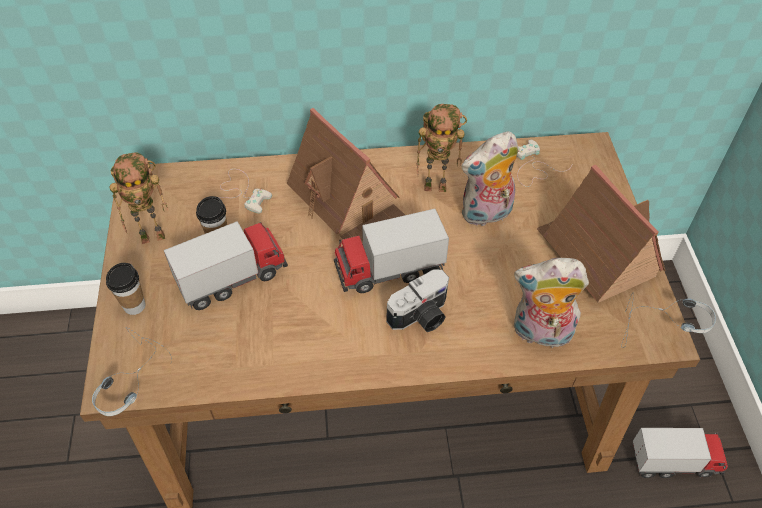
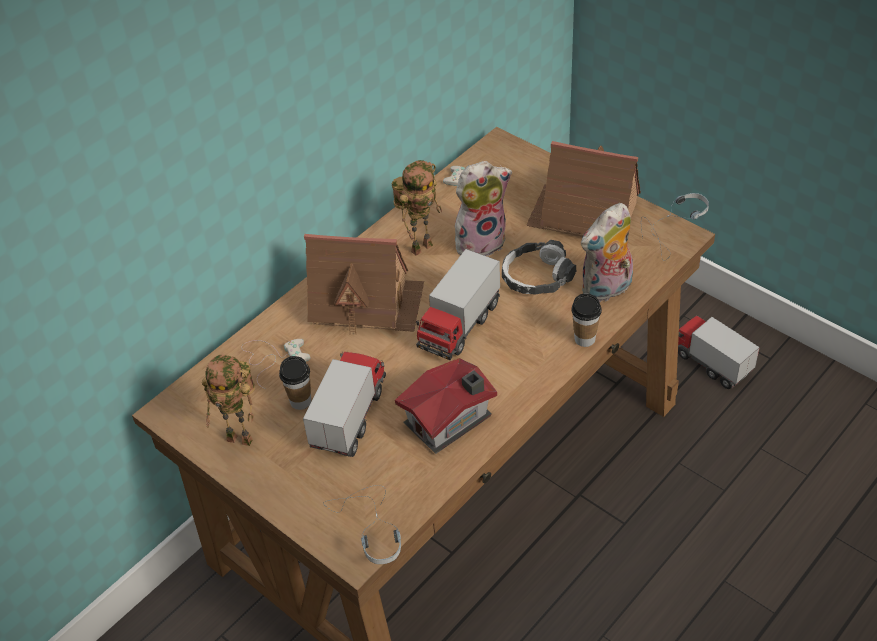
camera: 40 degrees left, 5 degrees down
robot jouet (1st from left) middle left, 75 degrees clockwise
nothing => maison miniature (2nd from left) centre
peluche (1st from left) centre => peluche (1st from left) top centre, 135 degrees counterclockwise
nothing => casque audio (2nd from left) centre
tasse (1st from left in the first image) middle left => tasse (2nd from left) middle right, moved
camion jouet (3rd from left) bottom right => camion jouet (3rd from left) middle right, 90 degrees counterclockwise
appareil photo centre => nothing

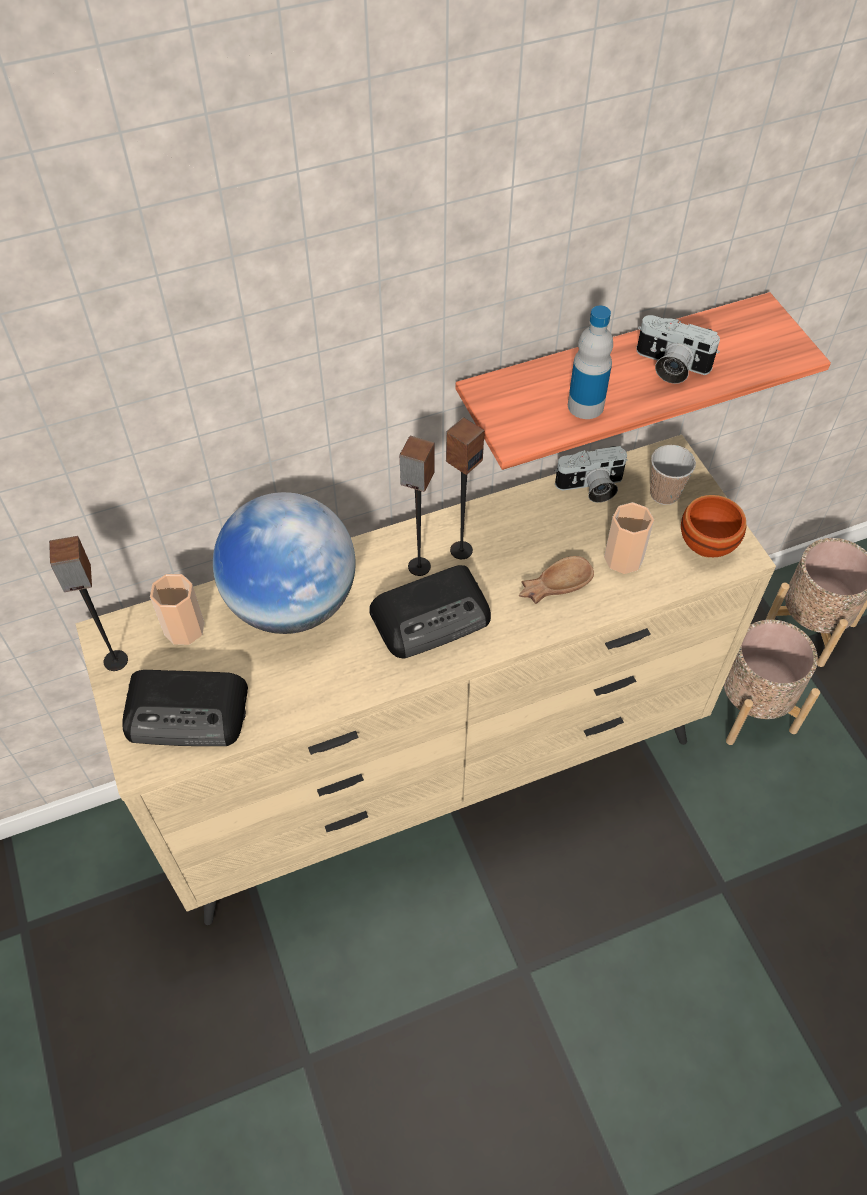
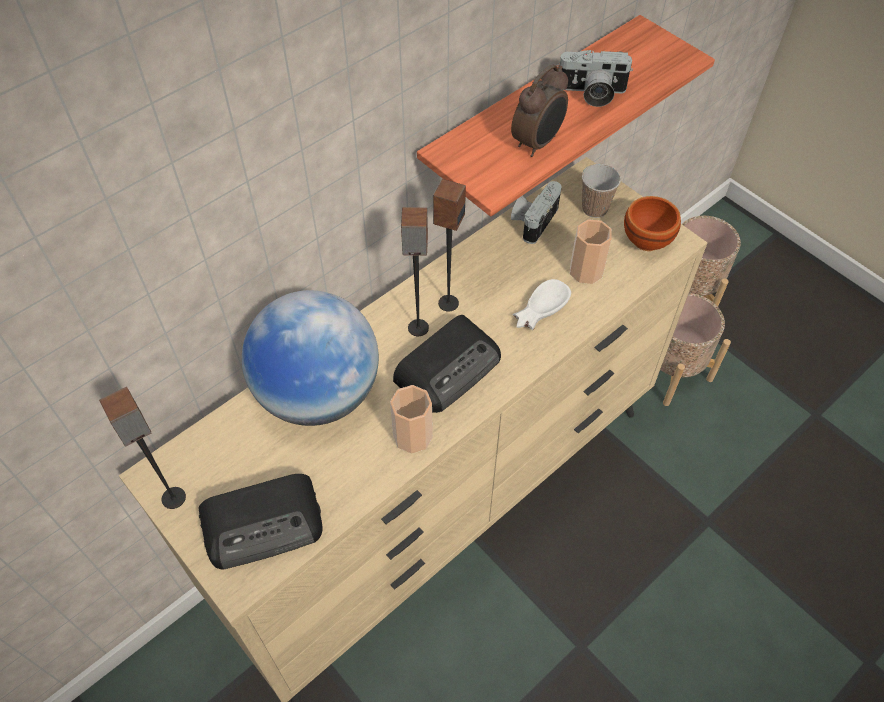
camera: 20 degrees left, 0 degrees up
tasse (1st from left) middle left => tasse (1st from left) centre, moved
bouteille top right => réveil top centre
appareil photo (1st from left) middle right => appareil photo (1st from left) top centre, 150 degrees clockwise
bol/marron (1st from left) centre => bol/blanc centre

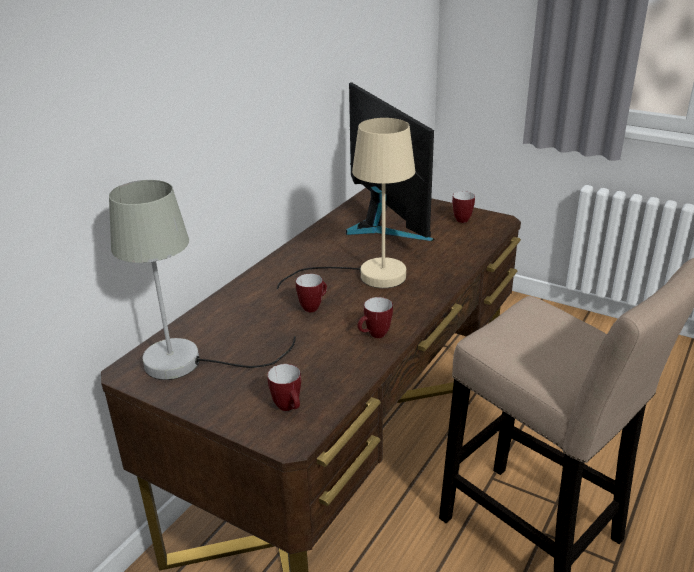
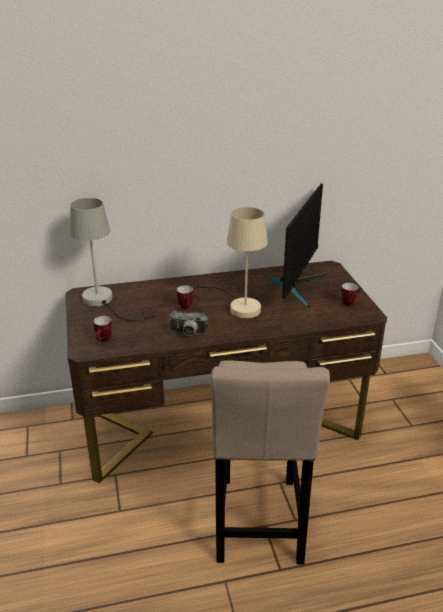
camera: 45 degrees right, 0 degrees up
mug (3rd from left) centre => appareil photo centre

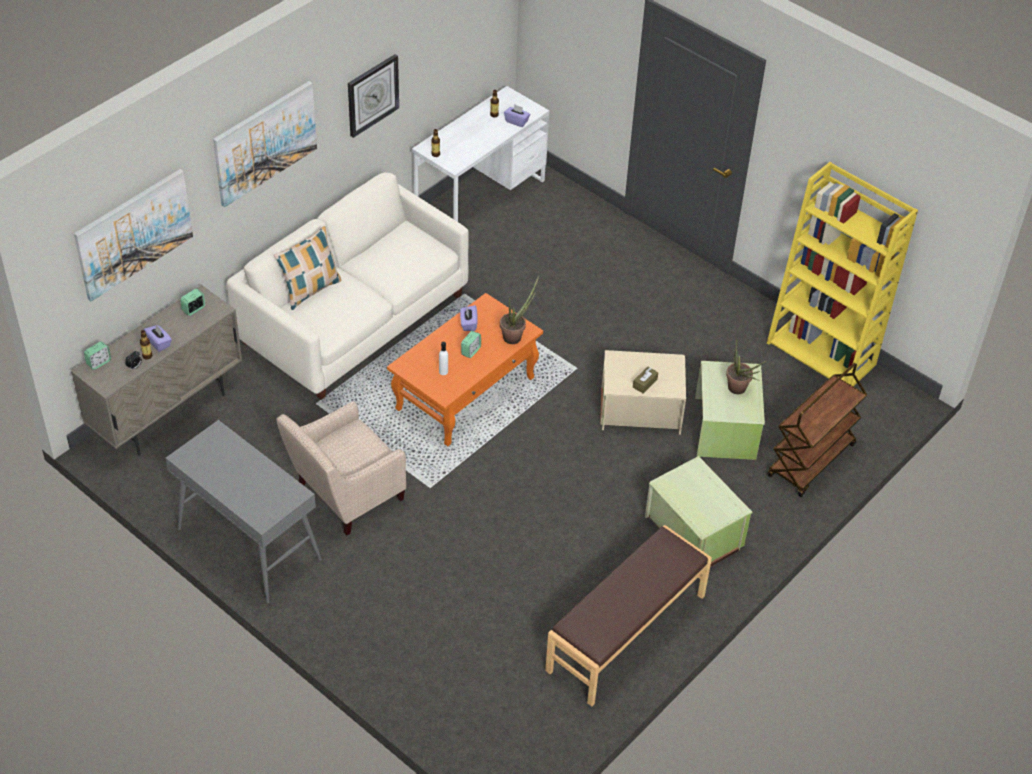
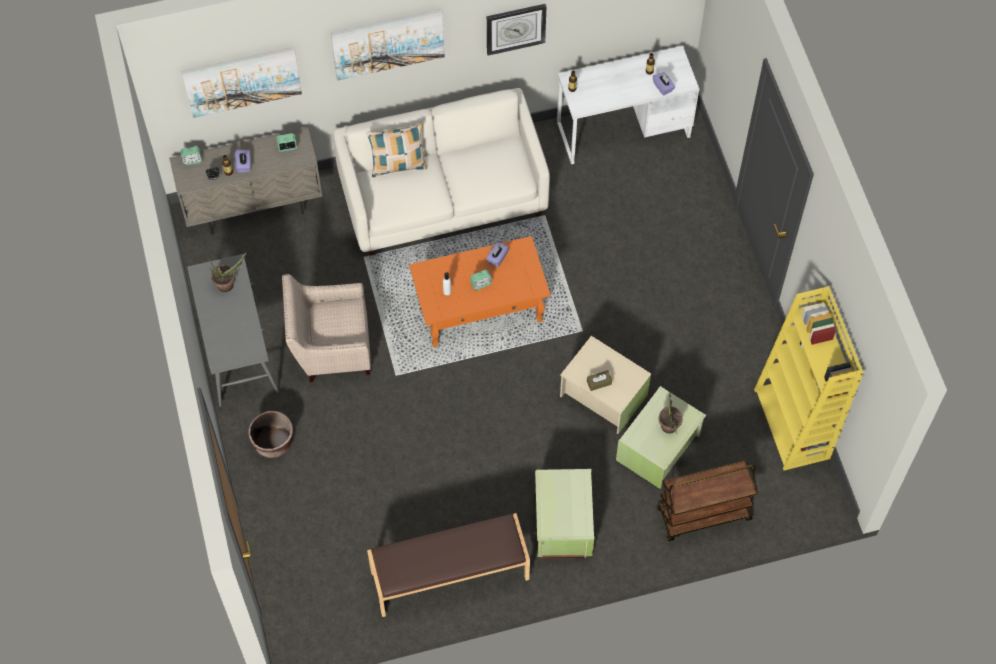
camera: 35 degrees right, 15 degrees up
plante en pot (1st from left) centre => plante en pot (1st from left) middle left, moved
nothing => cache-pot/marron middle left

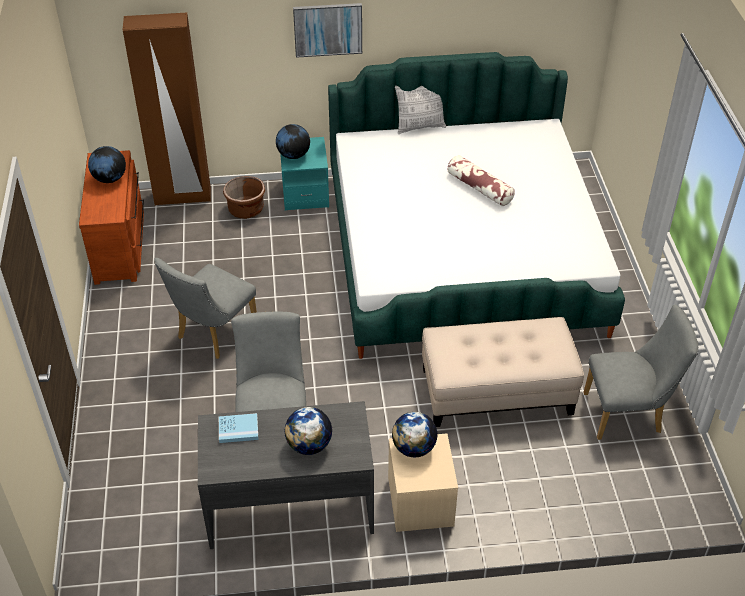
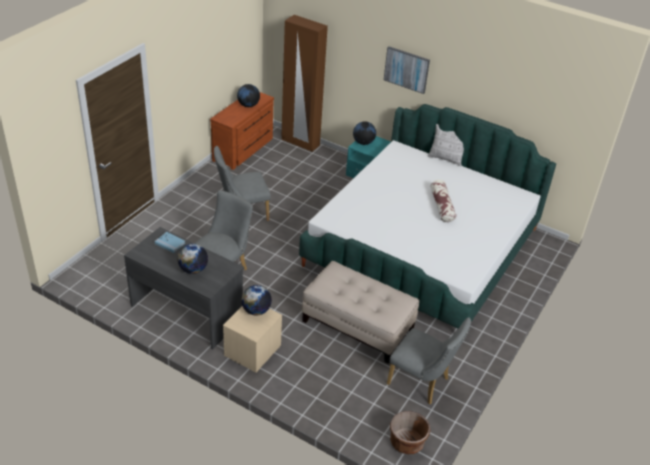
camera: 35 degrees right, 5 degrees down
cache-pot/marron top left => cache-pot/marron bottom centre, moved

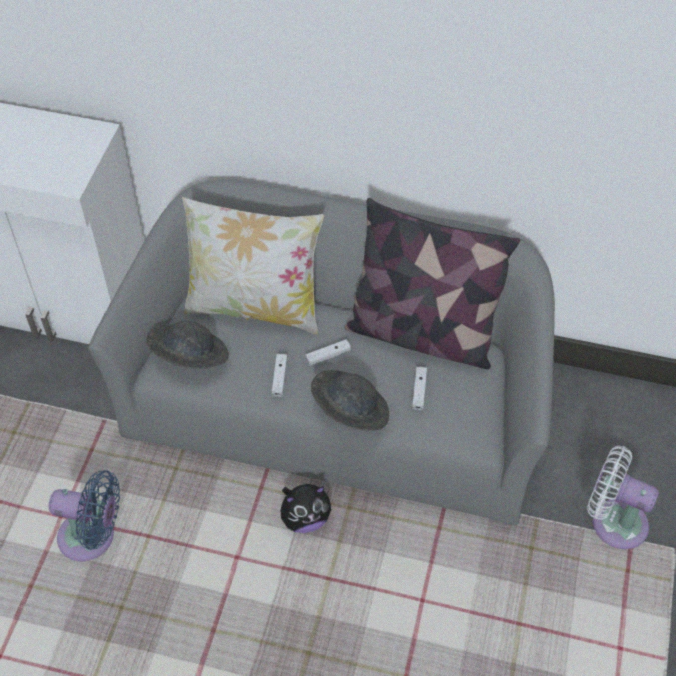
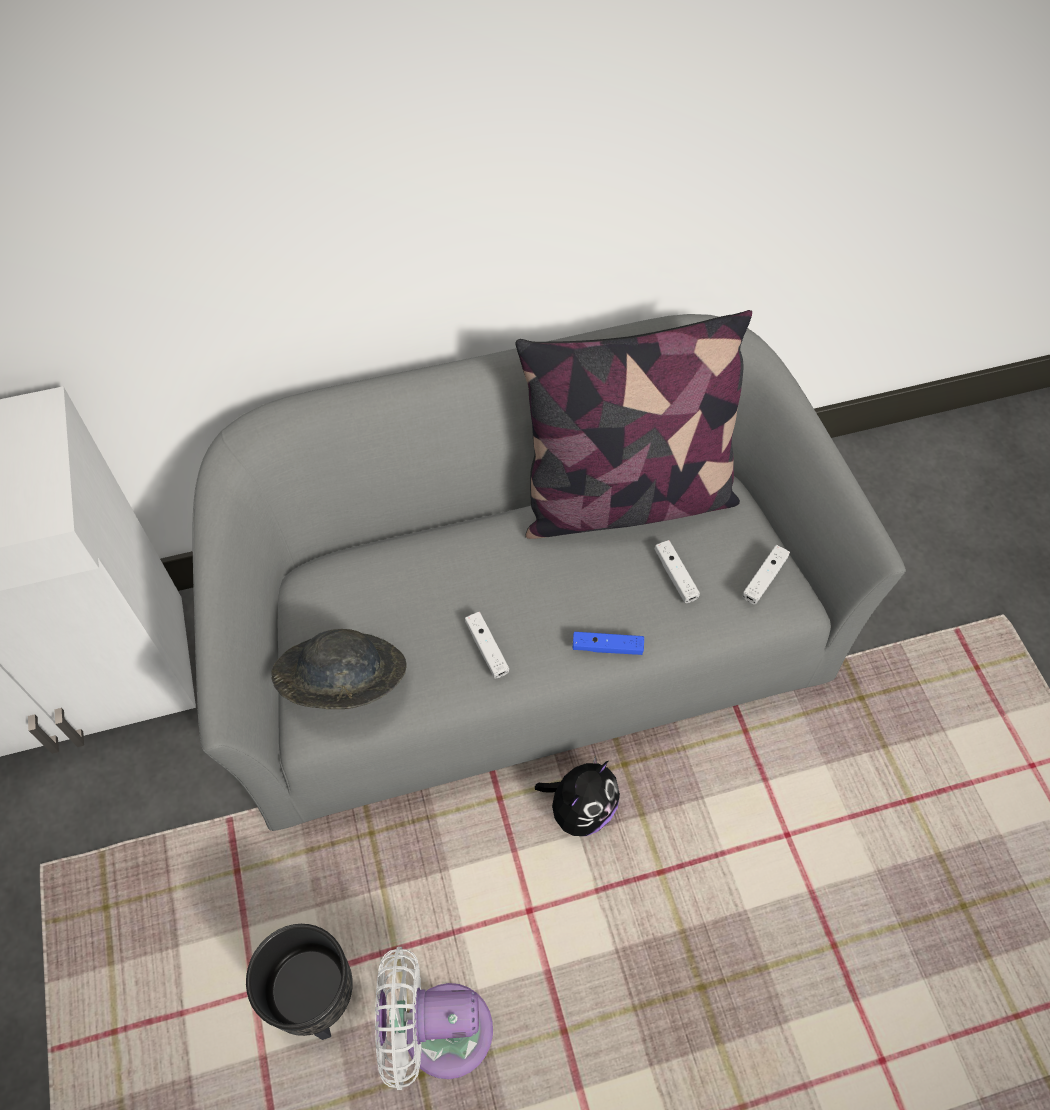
camera: 30 degrees left, 5 degrees up
ventilateur/bleu bottom left => cache-pot/noir bottom left
ventilateur/blanc bottom right => ventilateur/blanc bottom centre, moved
chapeau/gris (2nd from left) centre => manette/bleu centre
manette/blanc (2nd from left in the first image) centre => manette/blanc (3rd from left) middle right, moved
coussin (1st from left) centre => nothing

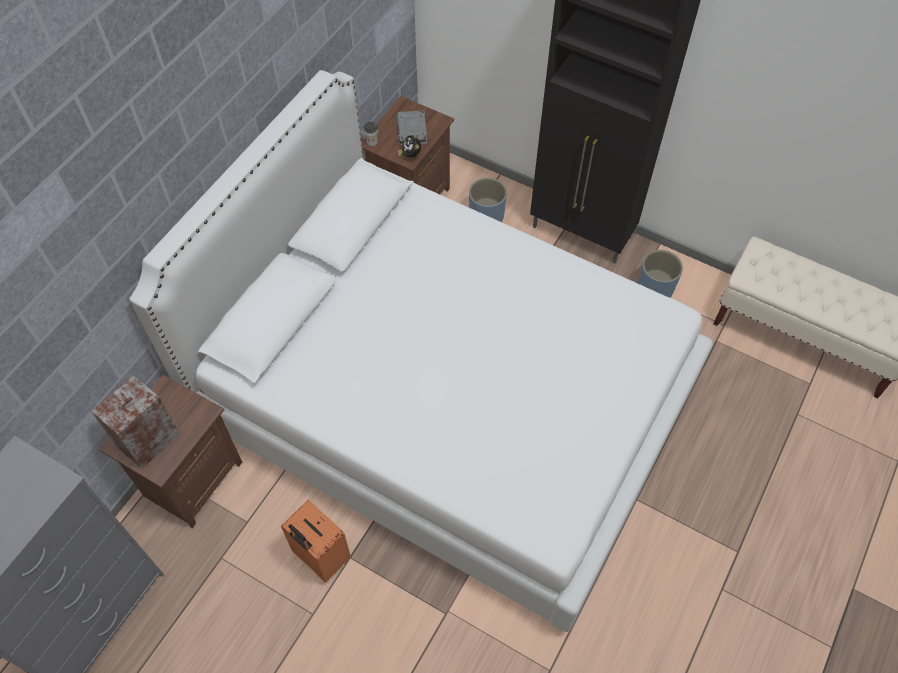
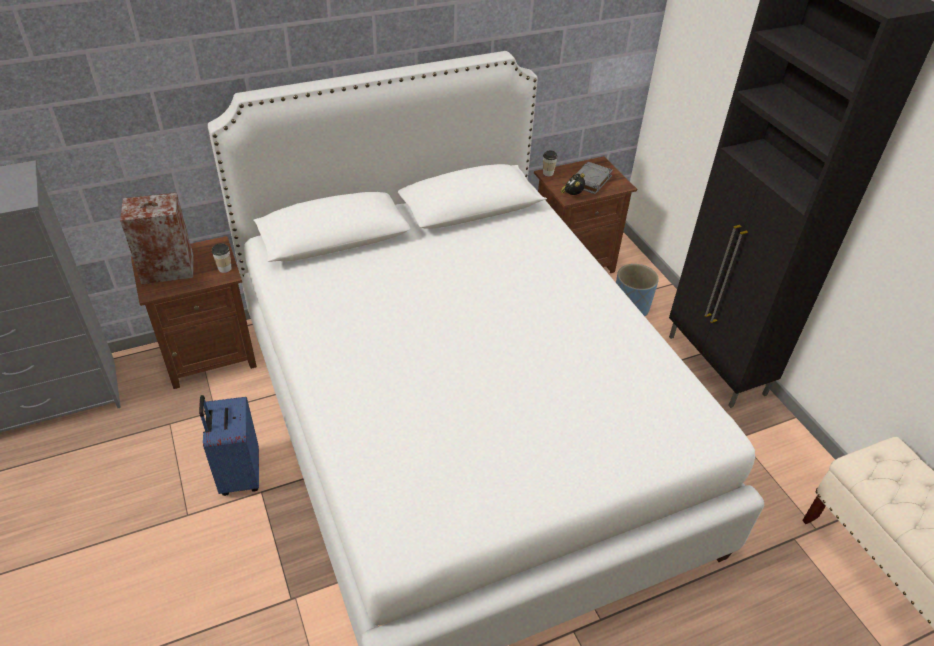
camera: 35 degrees right, 15 degrees down
valise/orange bottom centre => valise/bleu bottom left
nothing => tasse (1st from left) middle left
cache-pot/bleu (2nd from left) middle right => nothing

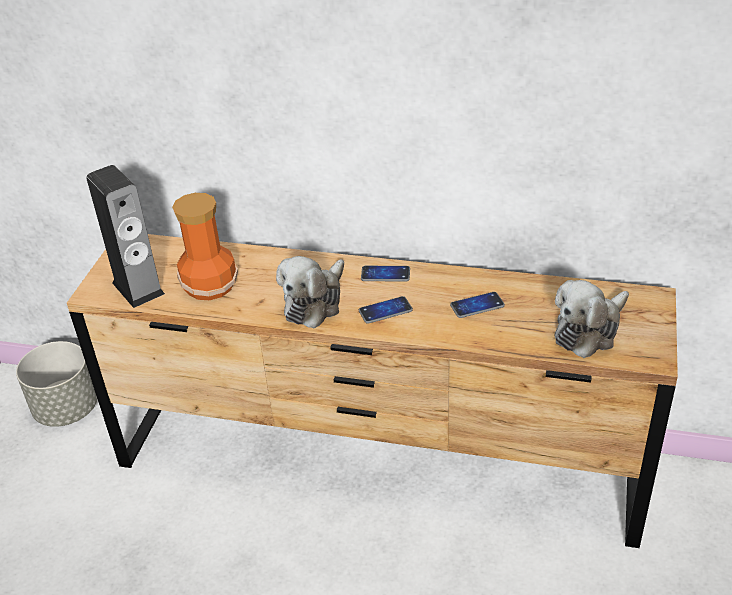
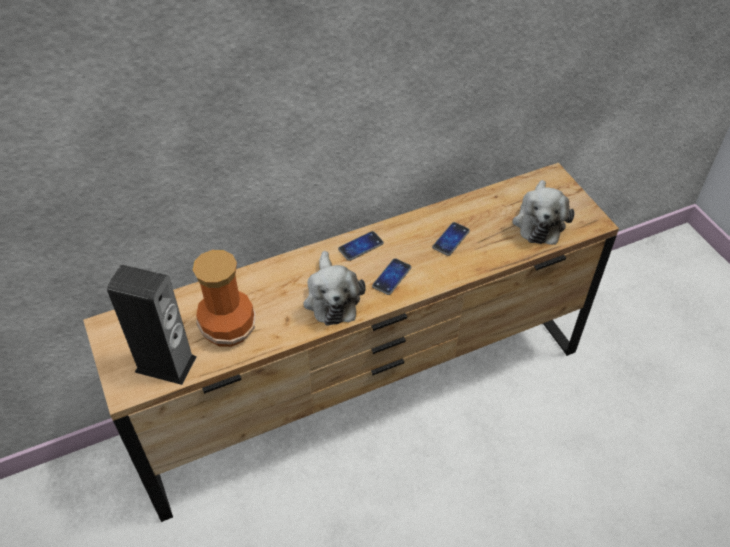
camera: 40 degrees left, 10 degrees up
cache-pot/gris middle left => nothing

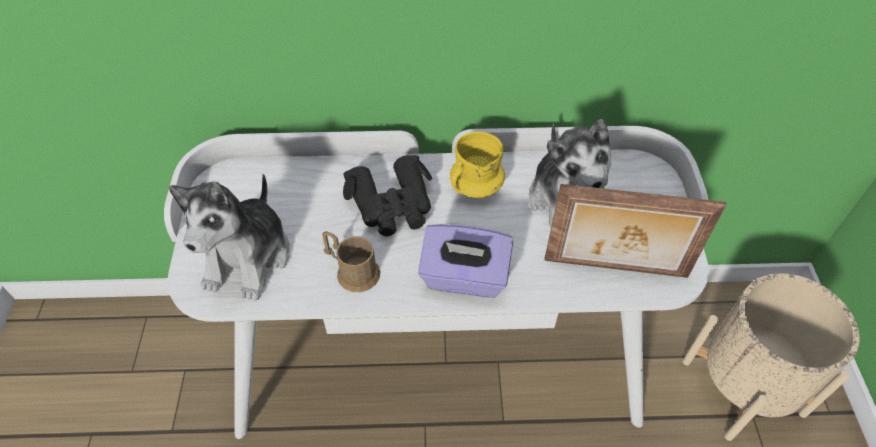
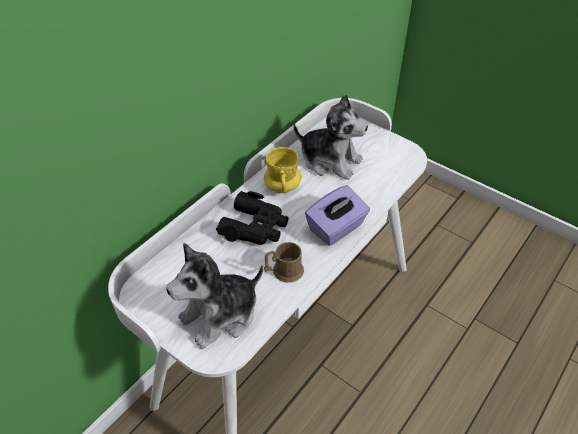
camera: 50 degrees left, 5 degrees down
peluche (1st from left) middle left => peluche (1st from left) bottom centre, 90 degrees clockwise
cadre photo middle right => nothing
cache-pot/beige bottom right => nothing

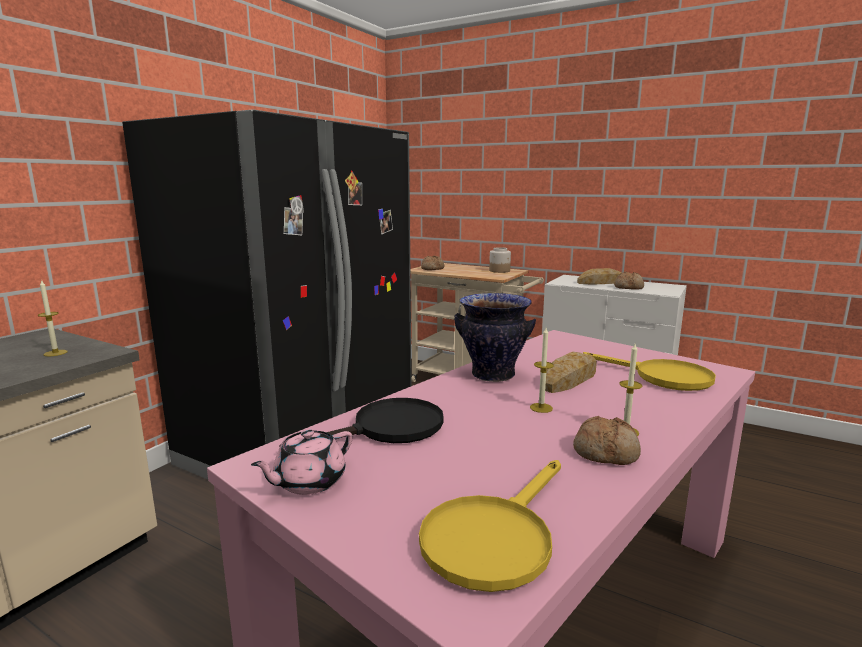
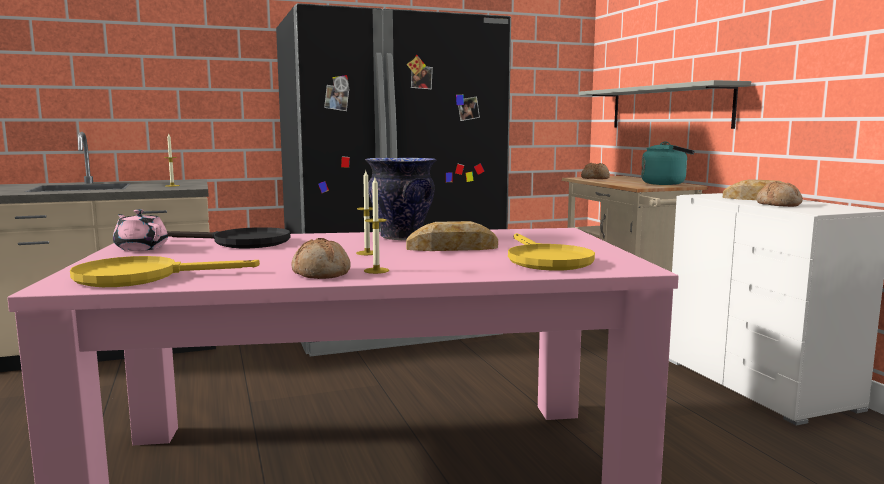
camera: 40 degrees right, 5 degrees down
théière/rose bottom centre => théière/rose middle left, 45 degrees clockwise
nothing => étagère/gris top right
bocal centre => bouilloire/turquoise middle right

